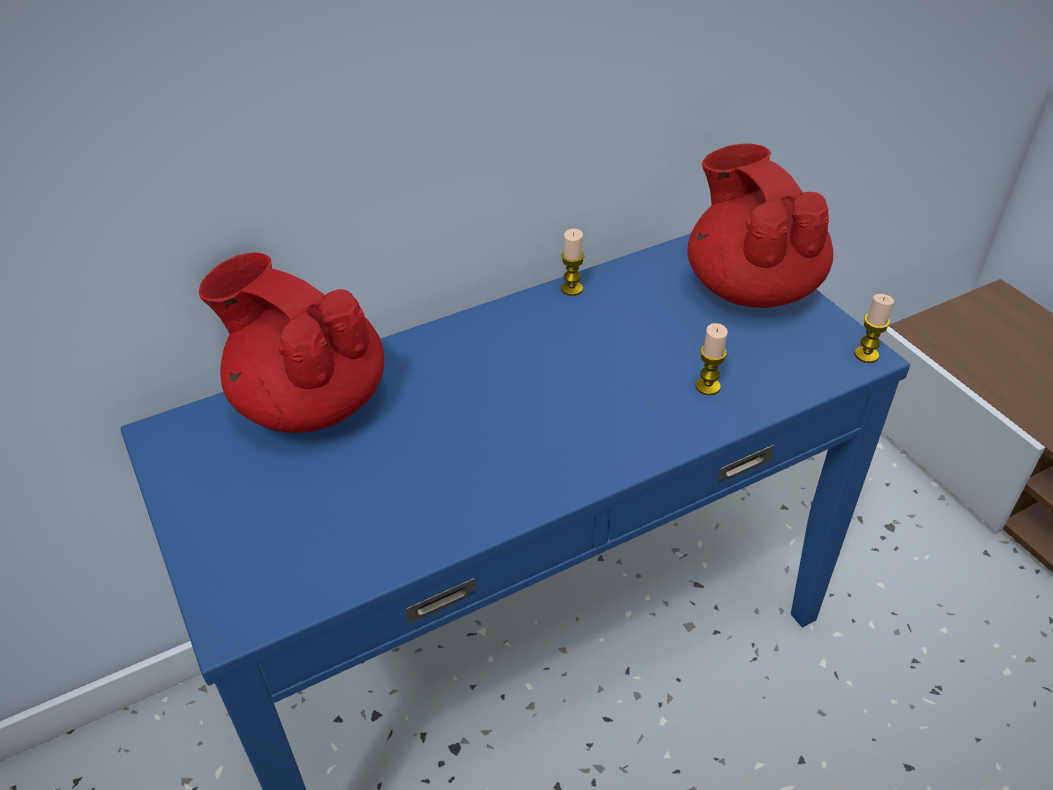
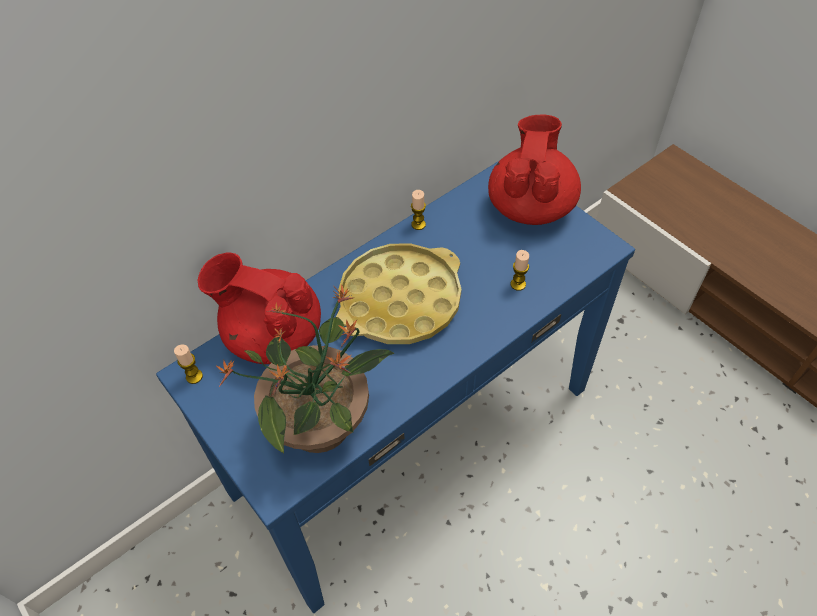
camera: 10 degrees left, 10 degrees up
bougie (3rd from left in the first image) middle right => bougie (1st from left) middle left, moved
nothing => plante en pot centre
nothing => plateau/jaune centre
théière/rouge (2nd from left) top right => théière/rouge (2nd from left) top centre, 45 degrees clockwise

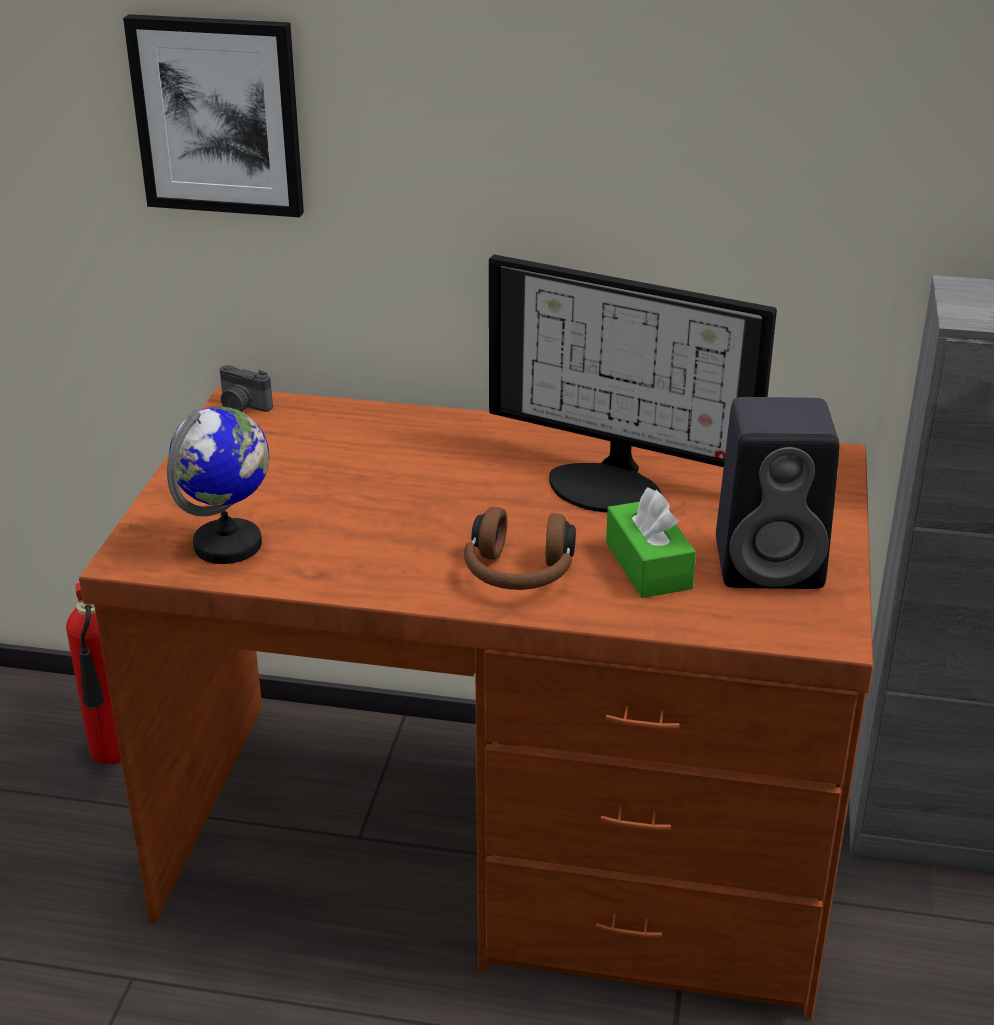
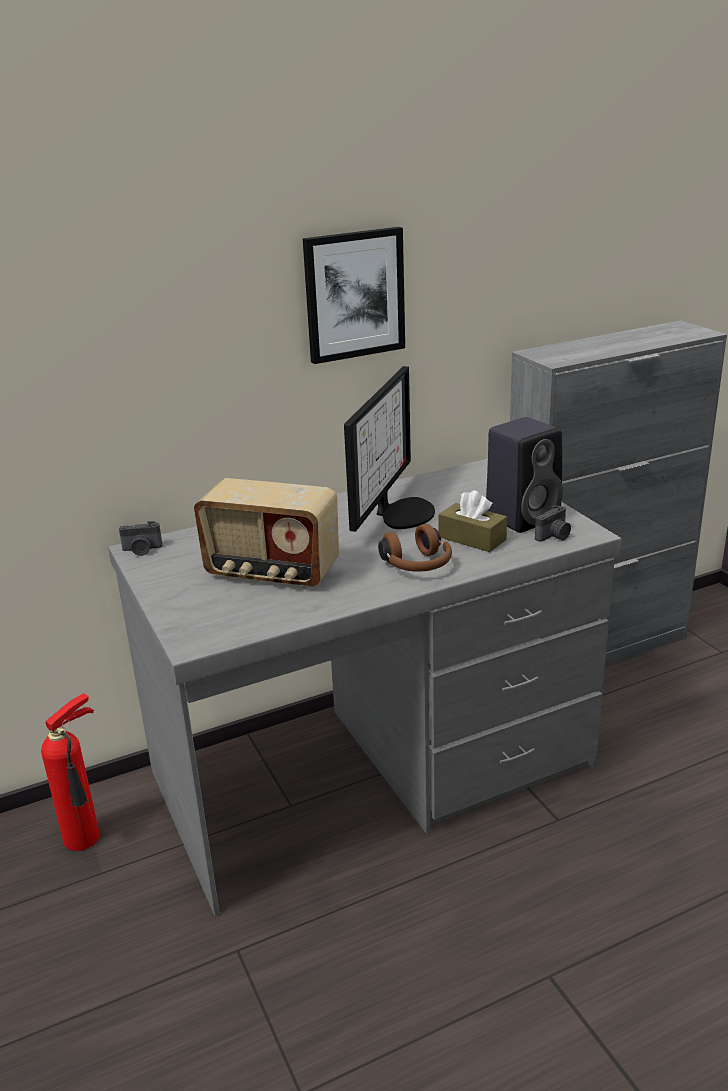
camera: 35 degrees left, 5 degrees down
bureau/marron bottom centre => bureau/gris centre
nothing => radio centre
tableau top left => tableau top centre, moved
écran d'ordinateur centre, 60 degrees counterclockwise
boîte à mouchoirs/vert centre => boîte à mouchoirs/marron centre
nothing => appareil photo (2nd from left) middle right
globe middle left => nothing

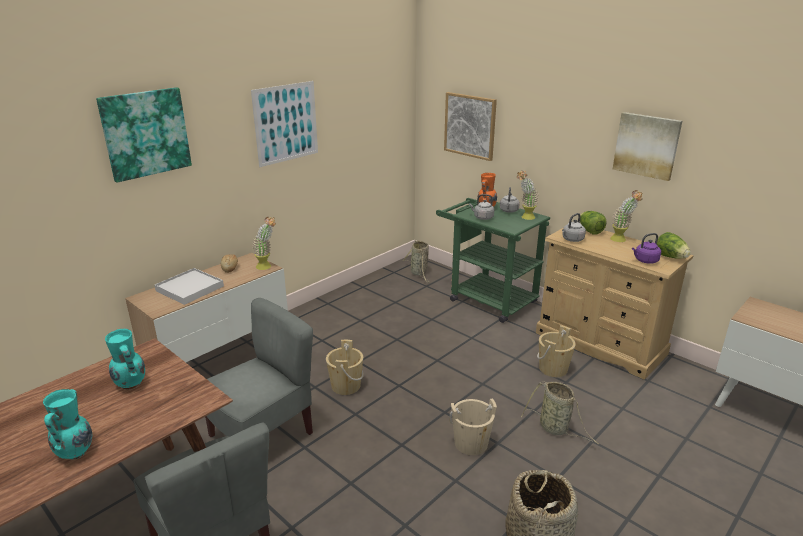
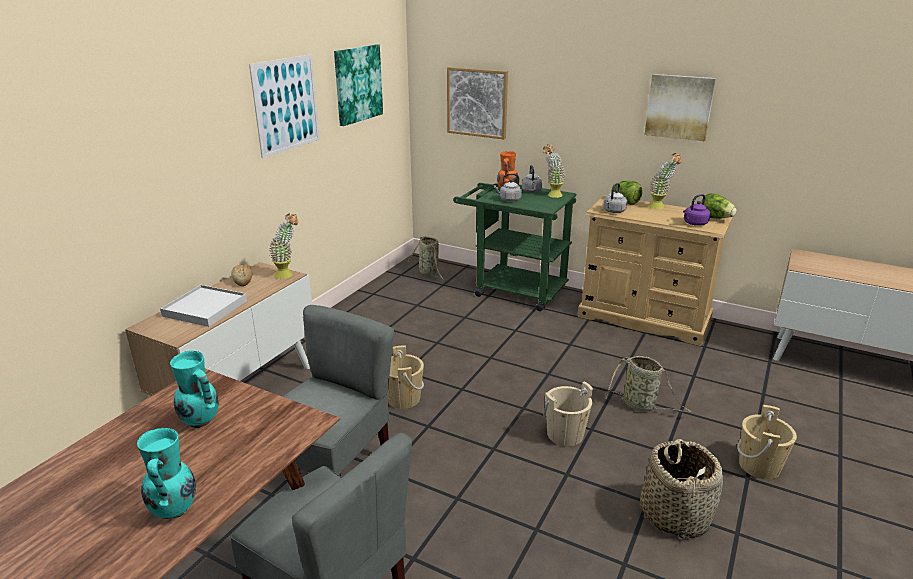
camera: 15 degrees left, 0 degrees up
tableau (1st from left in the first image) top left => tableau (2nd from left) top centre, moved
seau/beige (3rd from left) middle right => seau/beige (3rd from left) bottom right, moved

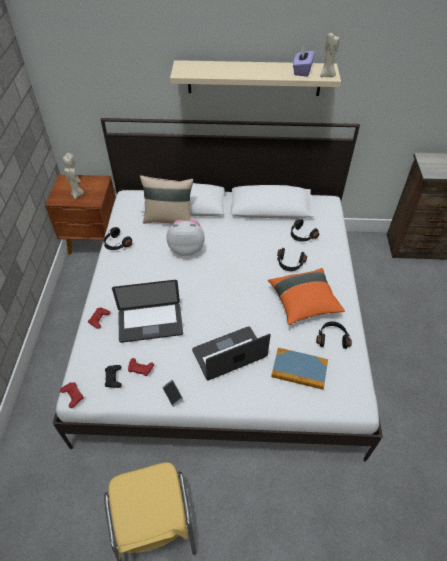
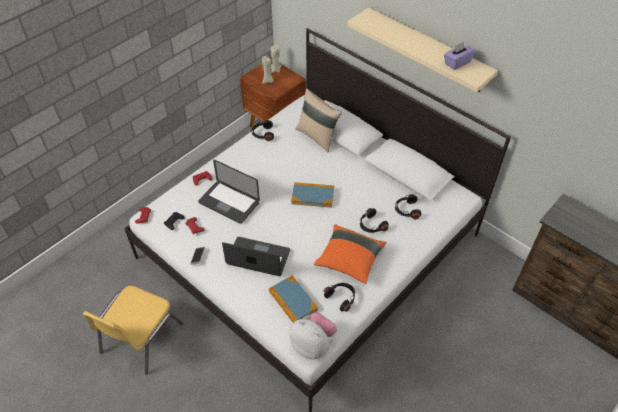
camera: 40 degrees right, 0 degrees up
peluche centre => peluche bottom centre, moved
nothing => livre (2nd from left) centre
bougie/beige (3rd from left) top right => nothing

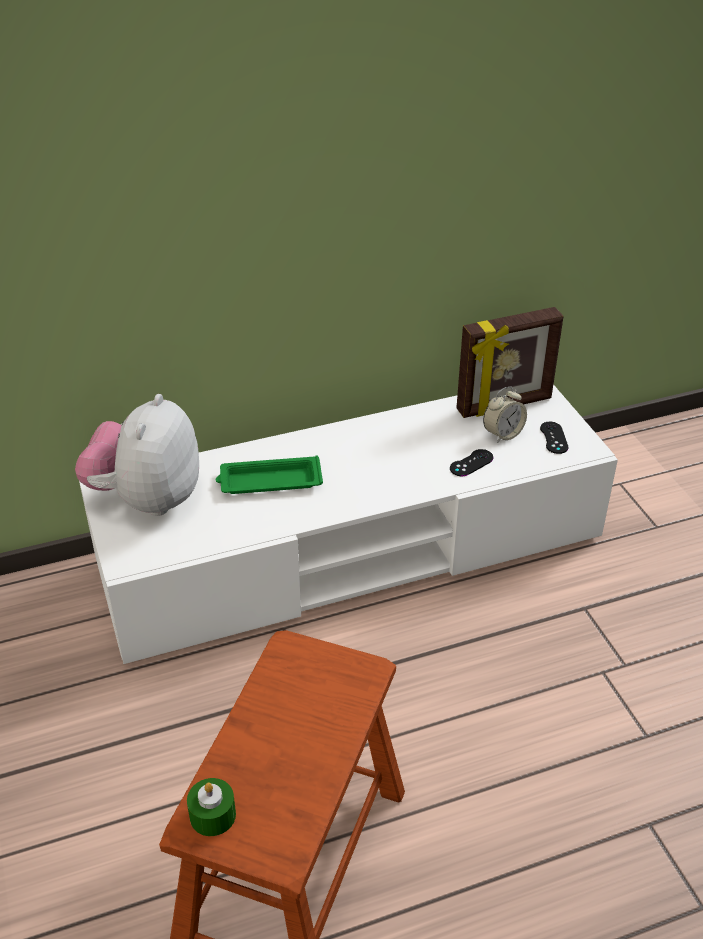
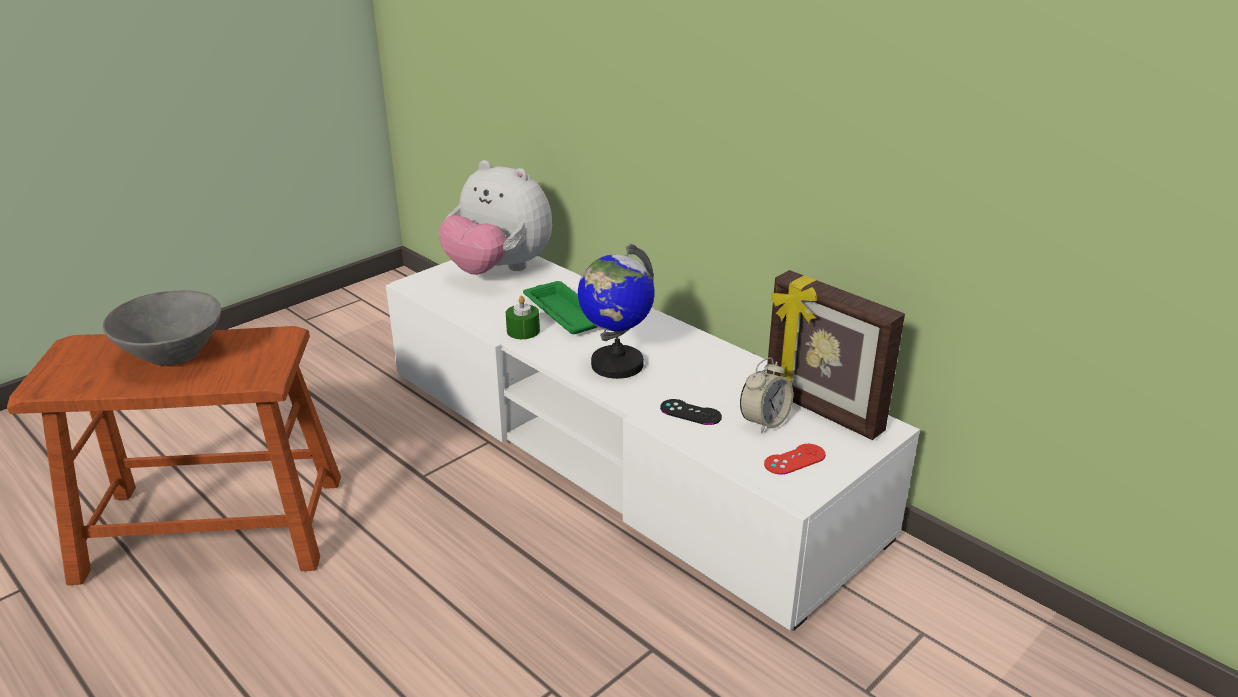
camera: 65 degrees right, 10 degrees down
nothing => bol/gris middle left
peluche middle left => peluche top centre, 135 degrees counterclockwise
bougie/vert bottom left => bougie/vert centre, moved
nothing => globe centre
réveil middle right => réveil centre, 75 degrees counterclockwise
manette/noir (2nd from left) middle right => manette/rouge centre

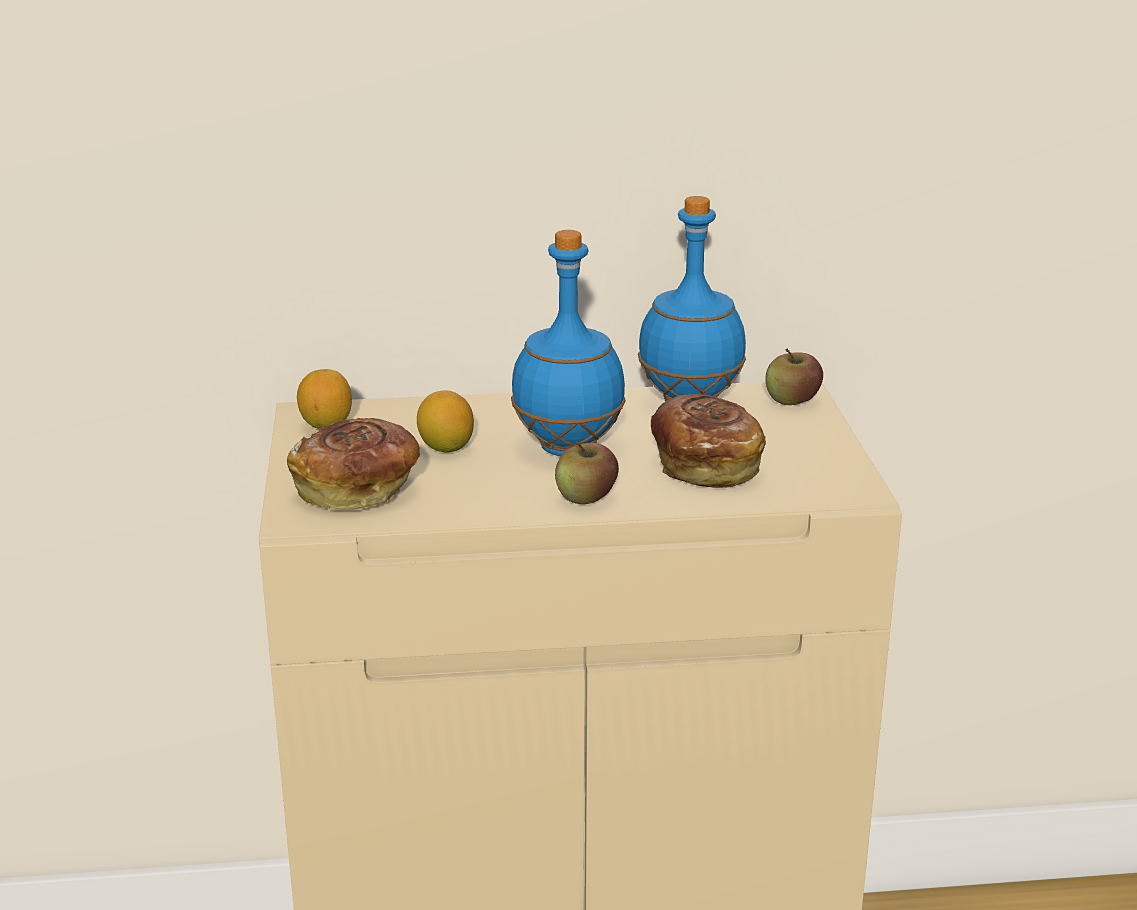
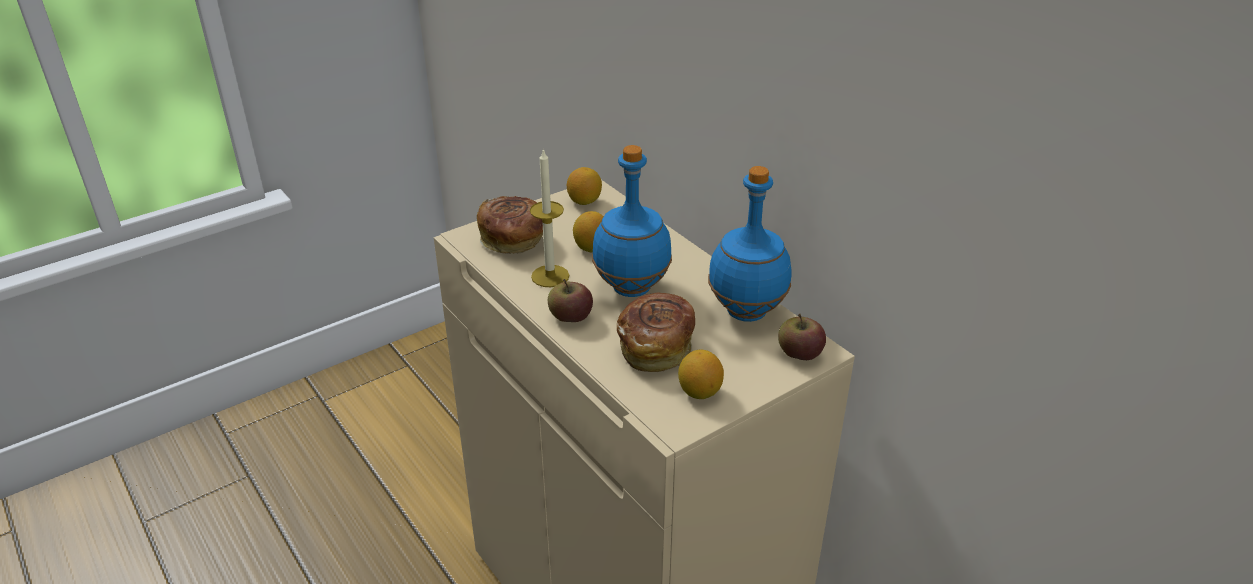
camera: 60 degrees right, 10 degrees up
nothing => bougie centre
nothing => citron (3rd from left) centre

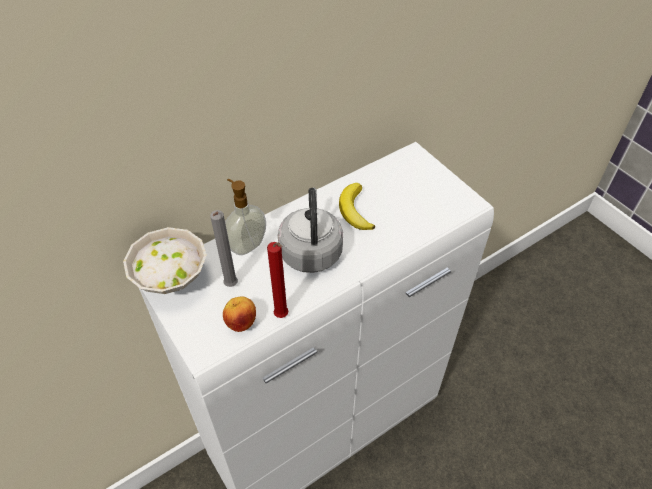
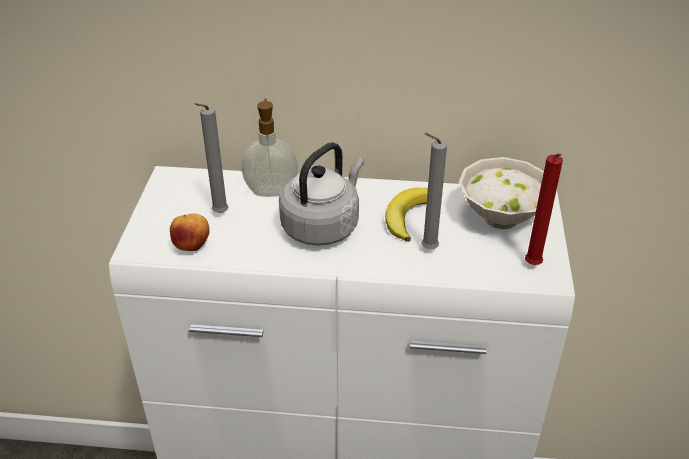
camera: 40 degrees right, 10 degrees down
nothing => bougie/gris (2nd from left) centre
bol/blanc middle left => bol/blanc middle right, moved
bougie/rouge centre => bougie/rouge middle right, moved

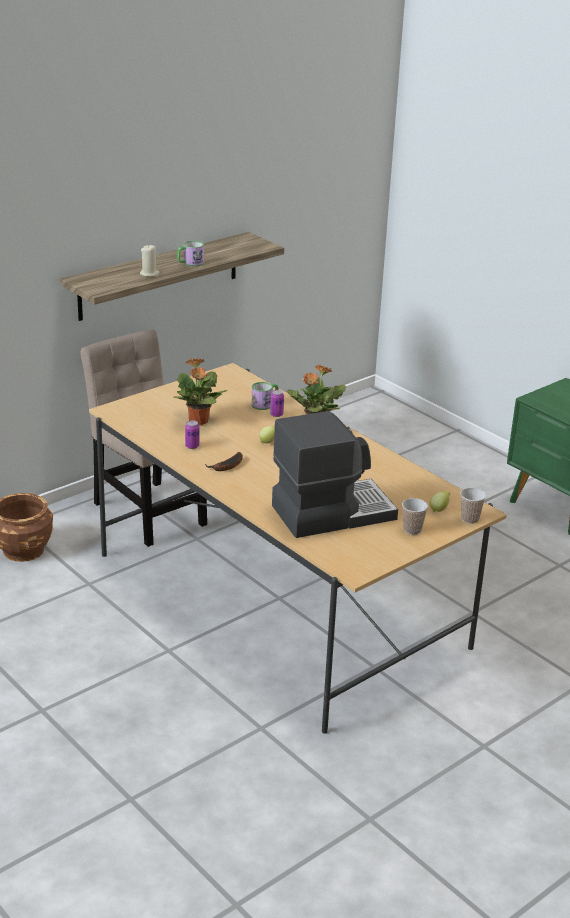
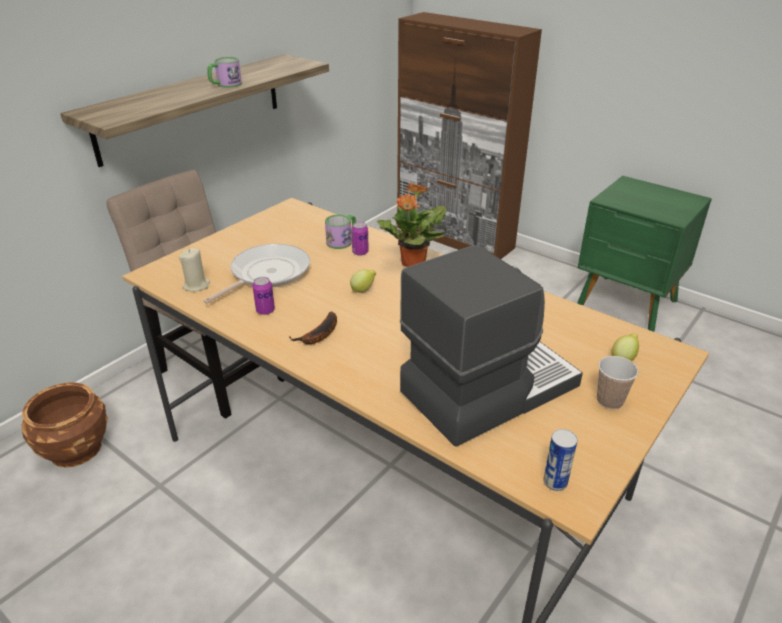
camera: 10 degrees left, 5 degrees up
bougie/beige top left => bougie/beige middle left, moved
plante en pot (1st from left) centre => poêle middle left
nothing => meuble de rangement/marron top centre
nothing => boîte métallique (3rd from left) bottom right
tasse (2nd from left) middle right => nothing

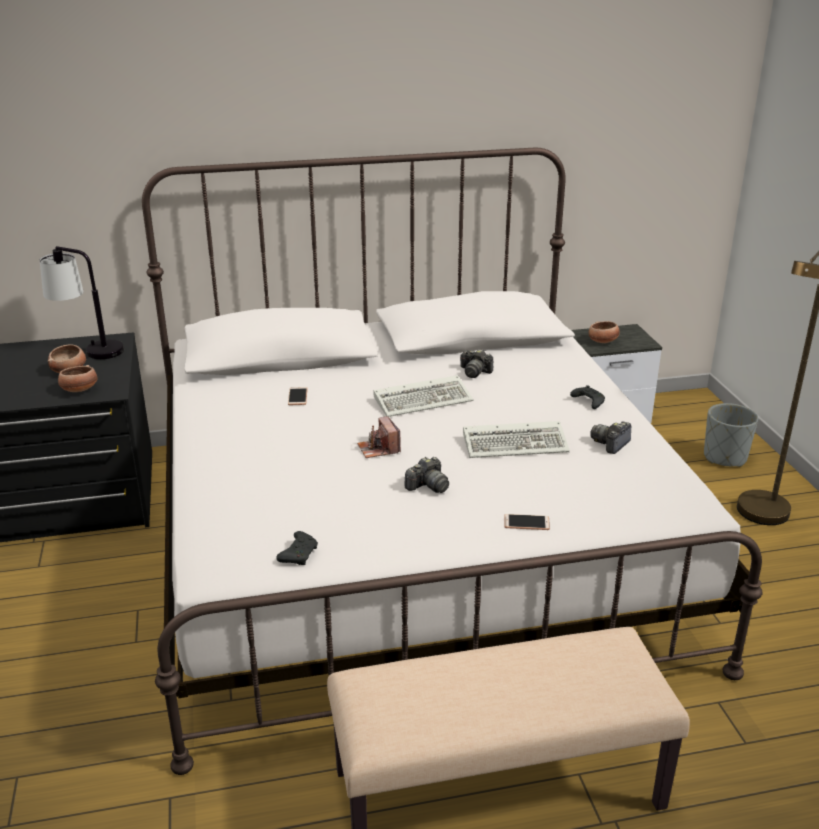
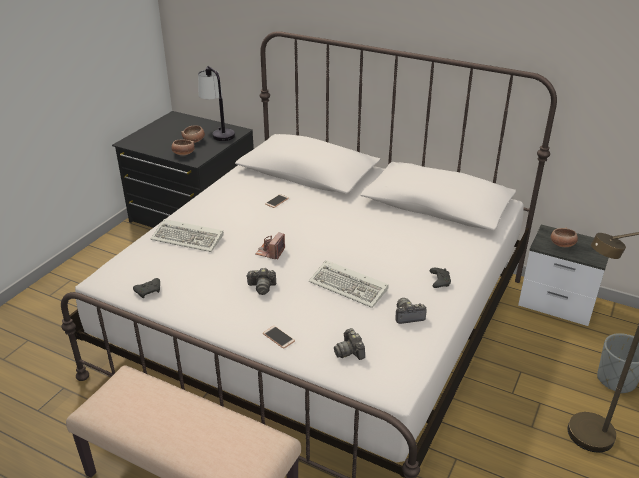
camera: 40 degrees right, 5 degrees up
clavier (1st from left) centre => clavier (1st from left) middle left, moved
appareil photo (3rd from left) centre => appareil photo (3rd from left) bottom centre, moved

